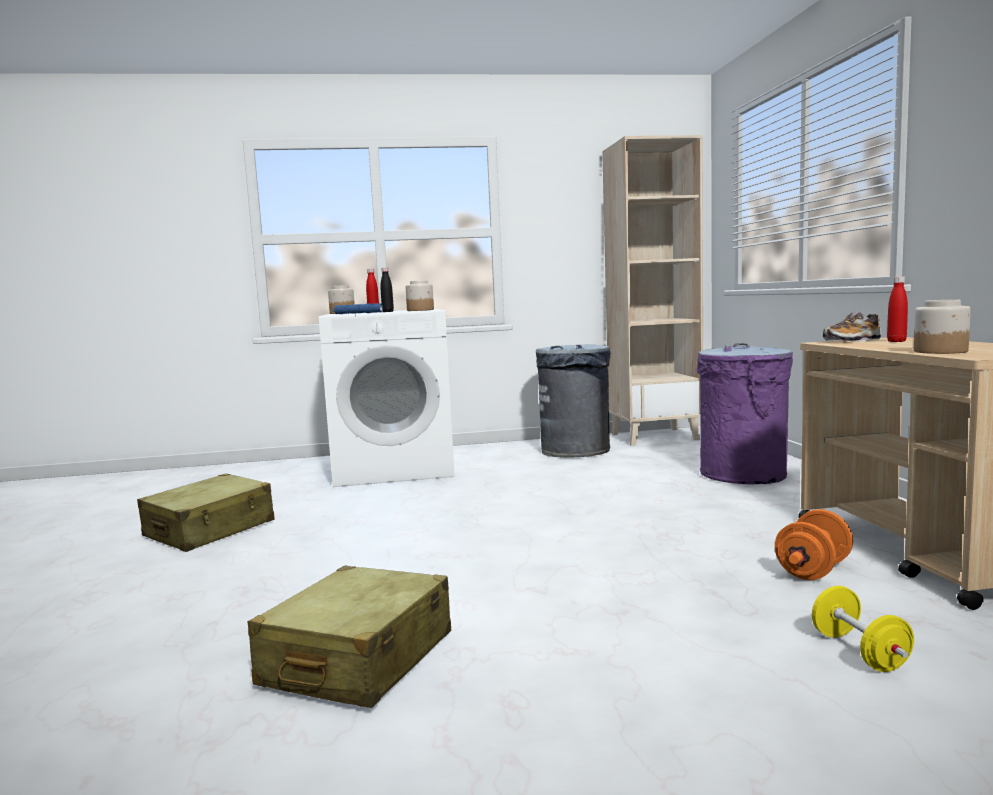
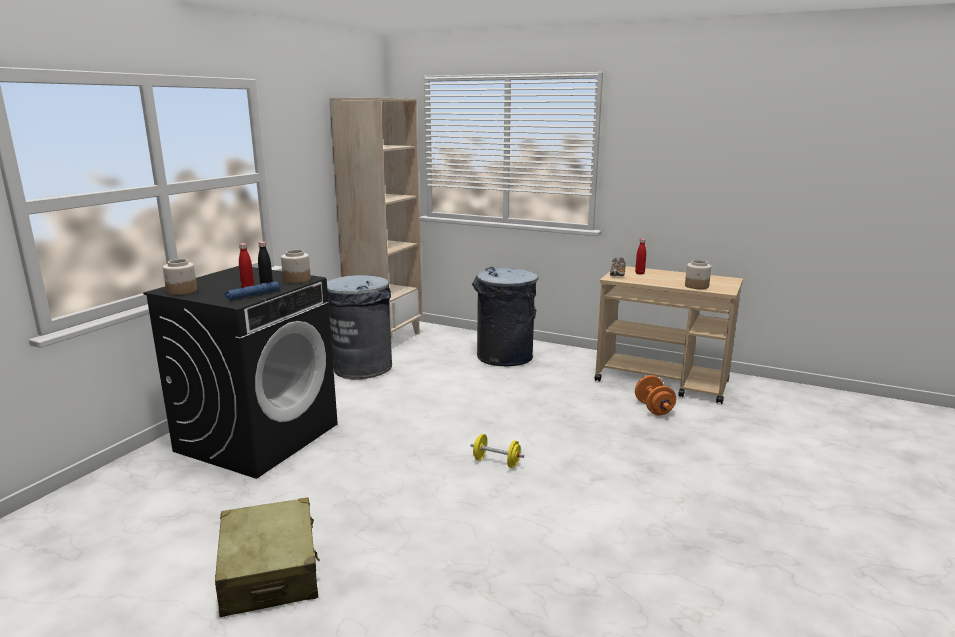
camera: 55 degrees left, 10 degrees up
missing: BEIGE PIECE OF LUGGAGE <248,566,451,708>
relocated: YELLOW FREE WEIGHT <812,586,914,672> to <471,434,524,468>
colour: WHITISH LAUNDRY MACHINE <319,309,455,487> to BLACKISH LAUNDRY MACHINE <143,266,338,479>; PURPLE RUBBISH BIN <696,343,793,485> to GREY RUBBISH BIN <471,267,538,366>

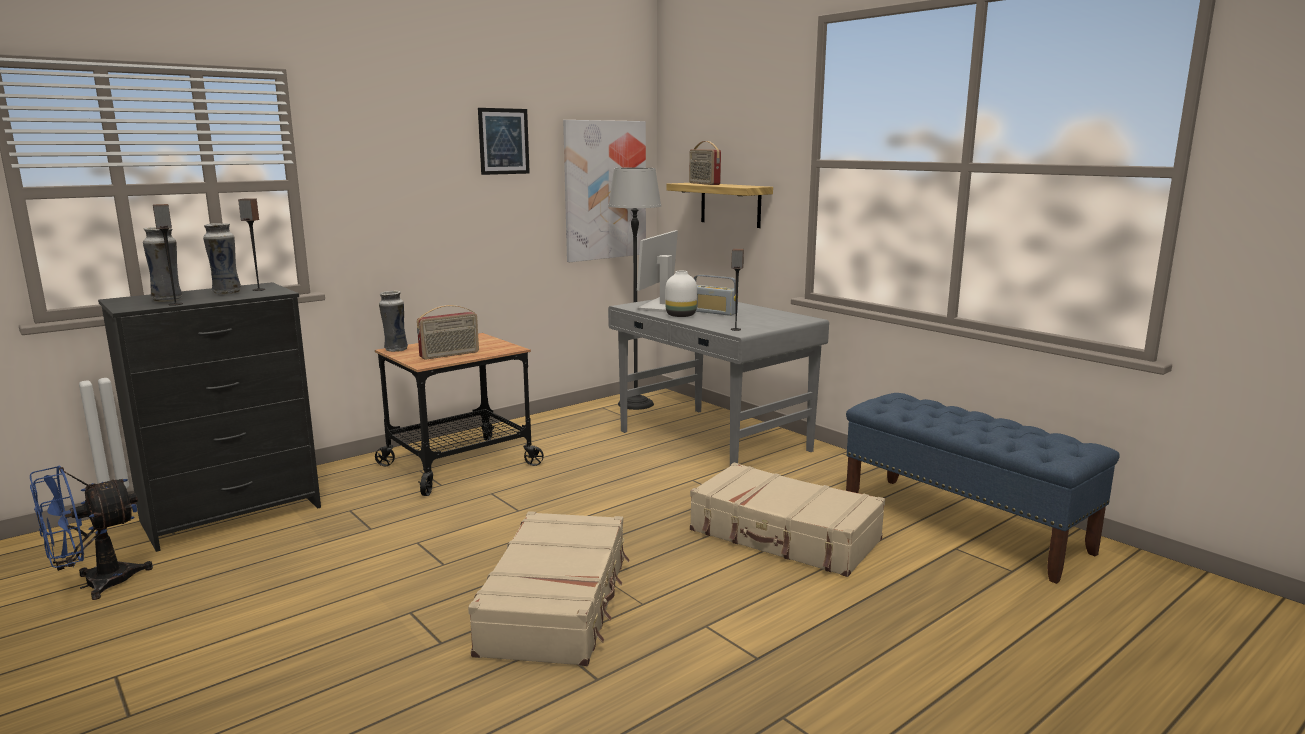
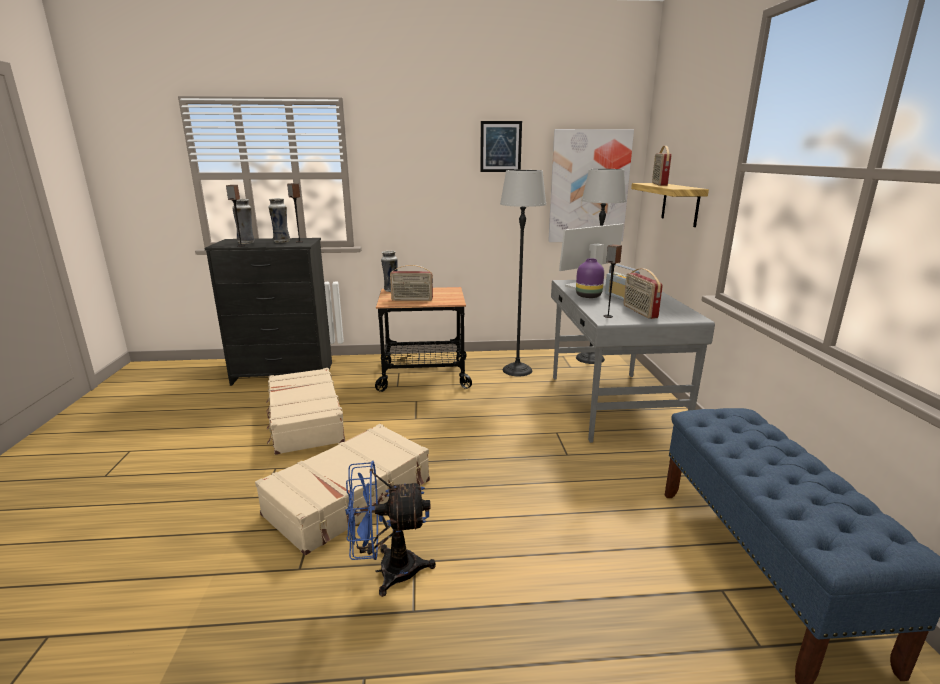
camera: 35 degrees right, 5 degrees up
appeared: FLOOR LAMP <500,170,546,376>; RADIO SET <623,268,663,319>
relocated: BEIGE PIECE OF LUGGAGE <690,462,885,577> to <266,368,345,455>; BLUE-COLOURED FAN <30,465,153,600> to <345,461,436,597>
colour: WHITISH FLOWER VASE <665,271,697,317> to PURPLE FLOWER VASE <576,258,604,298>

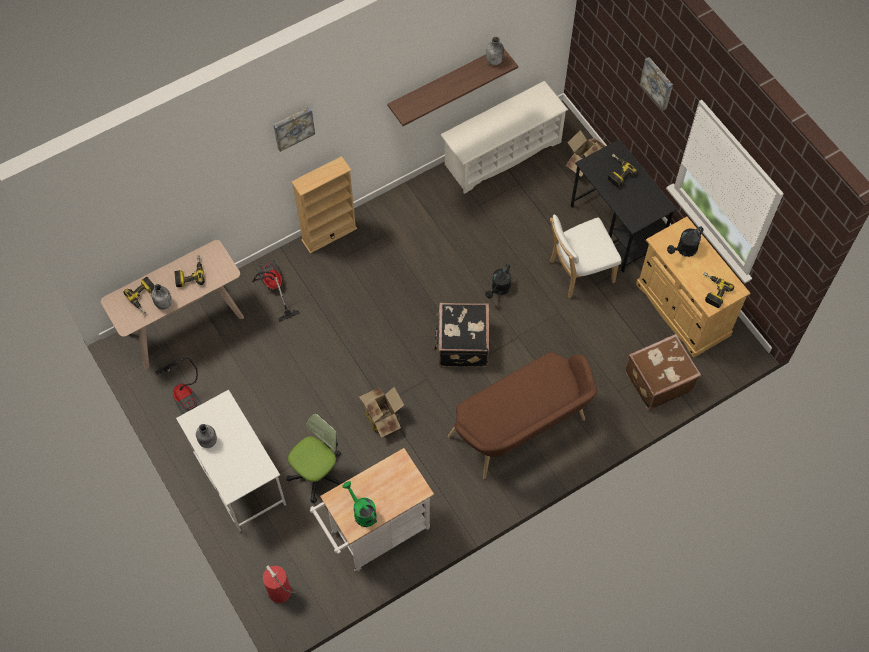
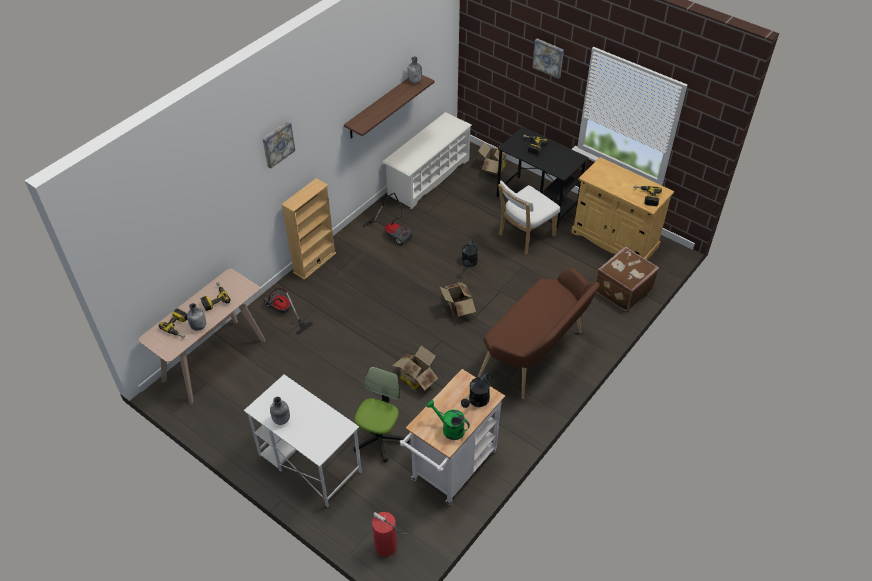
camera: 20 degrees left, 15 degrees down
relocated: BLACKISH WATERING CAN <667,226,704,257> to <461,373,490,408>; VACUUM <155,358,202,415> to <363,193,412,246>
exchanged: BLACKISH PIECE OF LUGGAGE <434,303,489,367> to PACKING BOX <440,282,476,317>

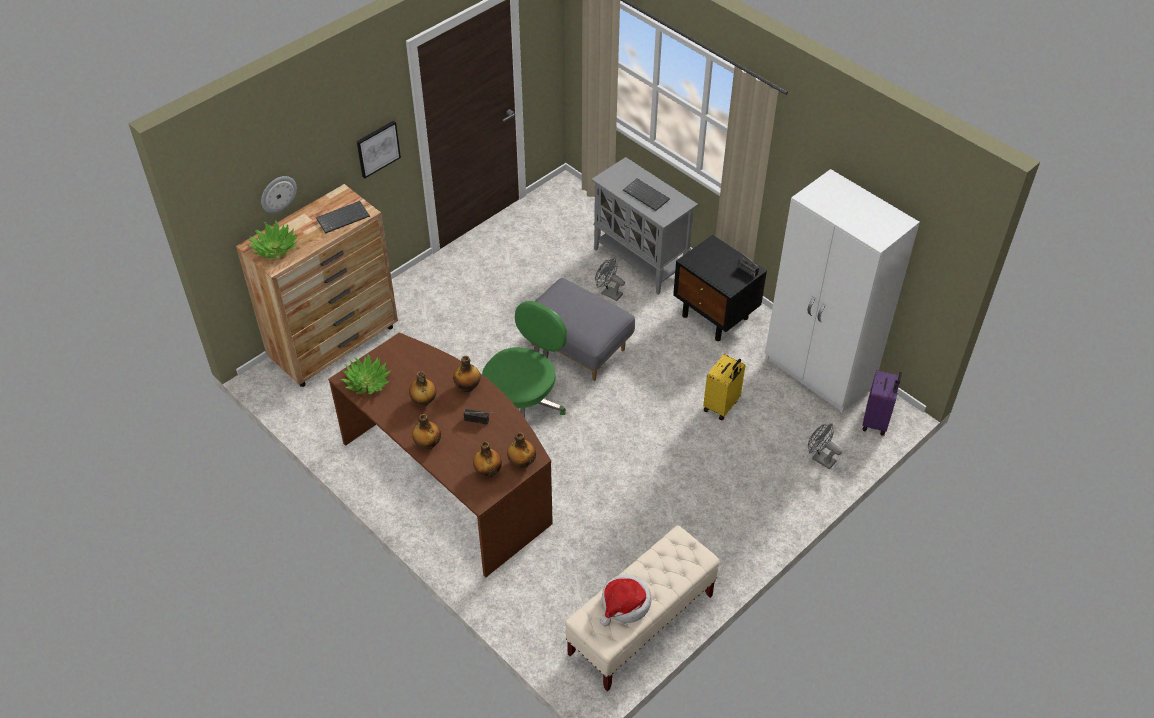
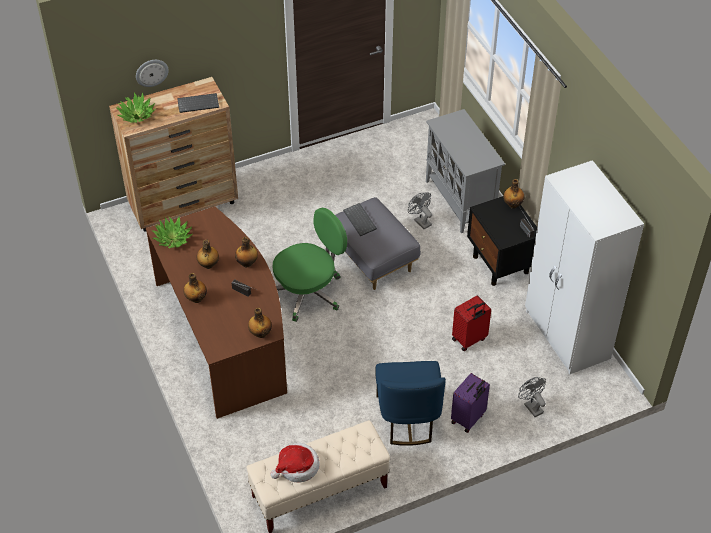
camera: 20 degrees right, 0 degrees up
missing: WALL PICTURE <356,121,401,178>
appeared: BLUE-COLOURED PLAIN CHAIR <375,361,446,446>
relocated: COMPUTER KEYBOARD <623,179,670,211> to <343,203,377,236>; PURPLE PIECE OF LUGGAGE <862,370,902,436> to <451,373,490,433>; DRINK BOTTLE <473,441,502,477> to <503,179,525,209>
colour: YELLOW PIECE OF LUGGAGE <703,354,745,420> to RED PIECE OF LUGGAGE <452,295,491,351>

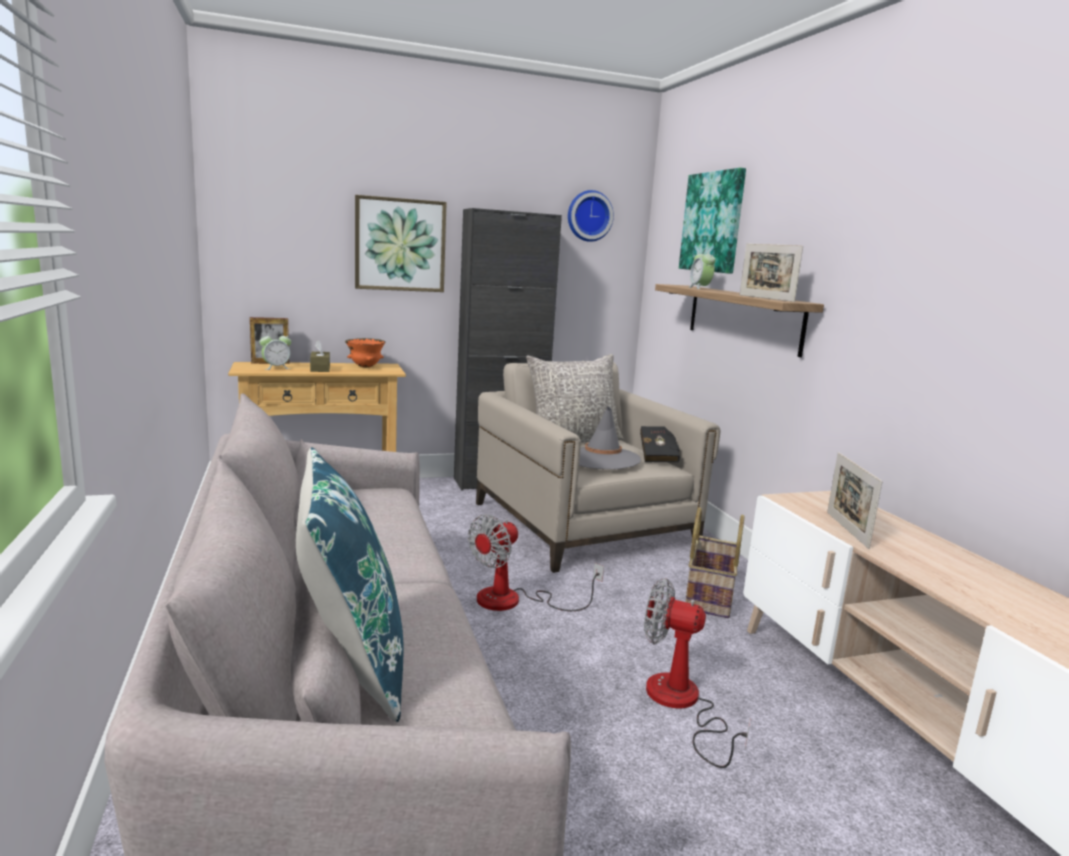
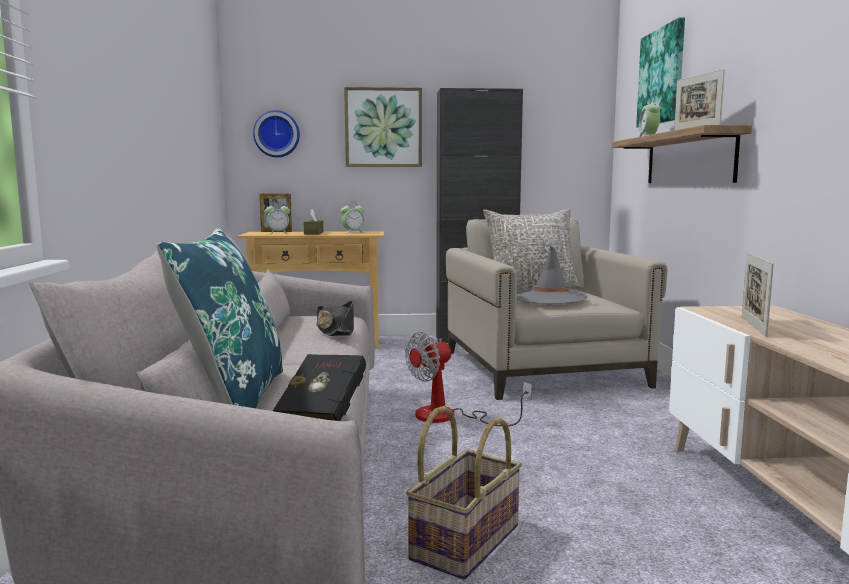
camera: 15 degrees right, 5 degrees down
missing: FAN <644,578,751,768>
appeared: BLACKISH WEARABLE HAT <316,300,354,336>
relocated: HANGING CLOCK <568,190,614,242> to <253,110,300,158>; BLACKISH BOUND BOOK <640,426,680,462> to <273,354,366,421>; HOUSEHOLD BASKET <686,507,745,618> to <406,406,522,580>
exchanged: ORANGEY SERVING BOWL <345,338,385,367> to TABLE CLOCK <341,204,365,233>

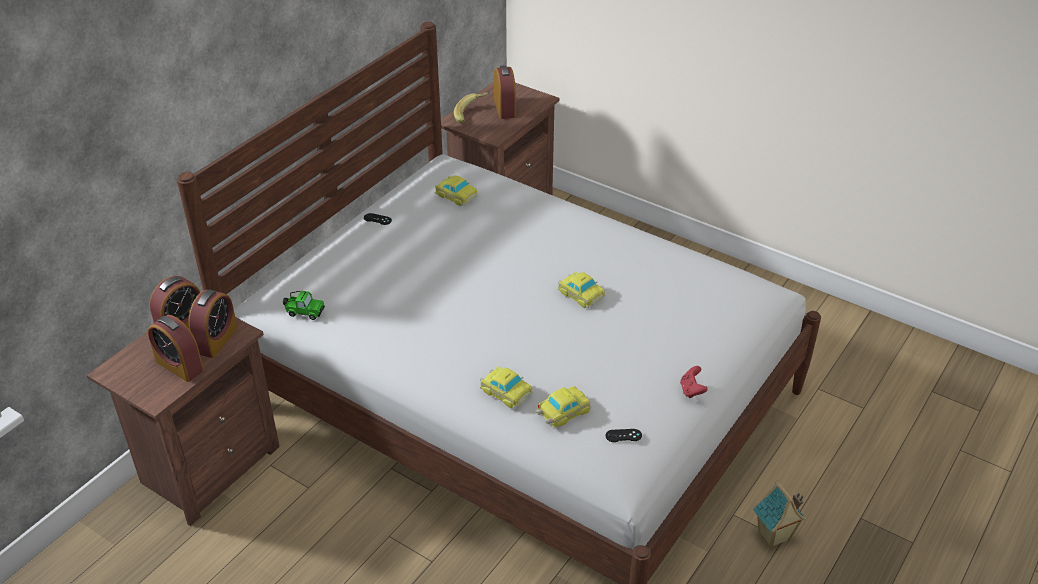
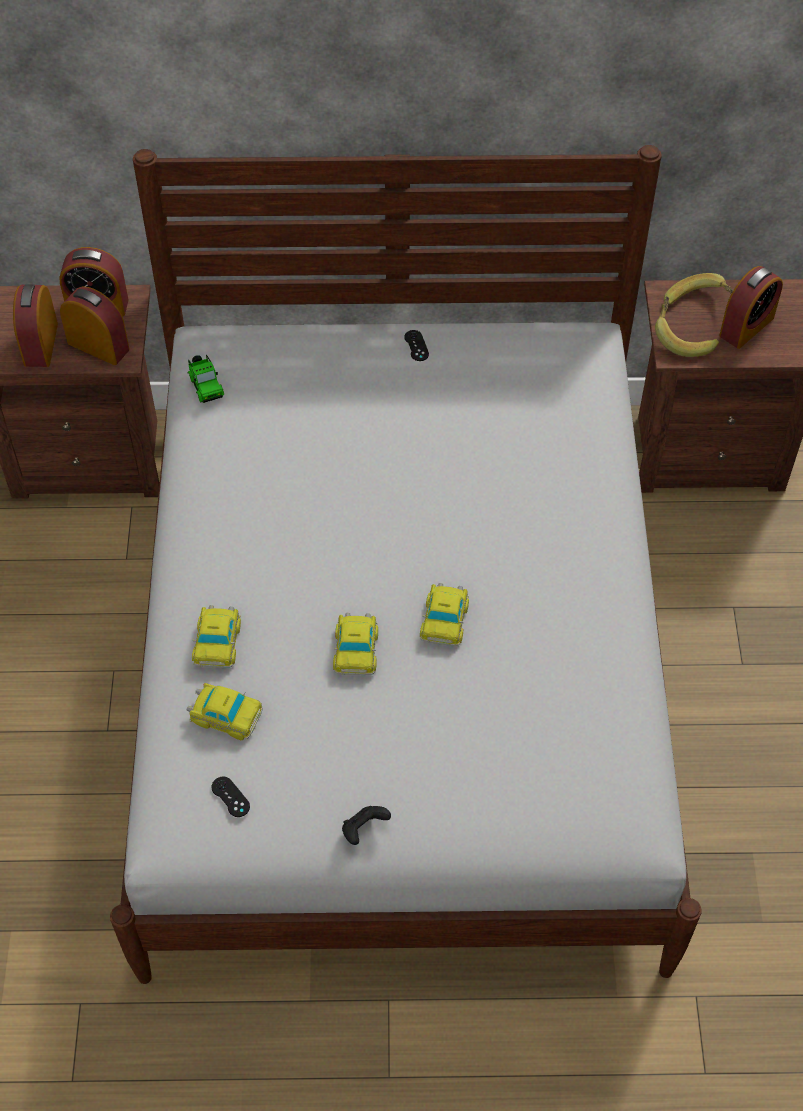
camera: 55 degrees right, 15 degrees up
missing: MODEL HOUSE <753,480,806,548>
appeared: WHOLE BANANA <655,296,719,357>
relocated: MODEL CAR <435,175,478,206> to <333,612,378,676>
colour: RED GAMEPAD <680,366,708,398> to BLACKISH GAMEPAD <342,806,391,845>
spun: TABLE CLOCK <189,289,238,358> = <60,287,130,365> 135 degrees counterclockwise

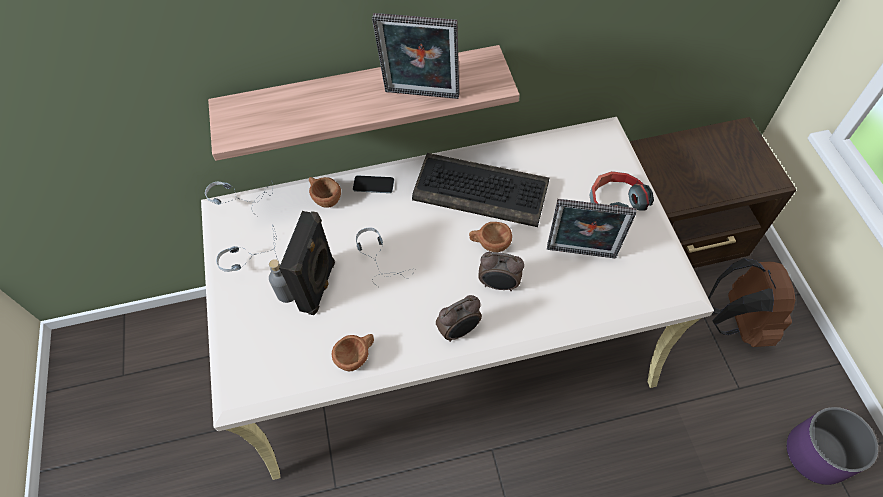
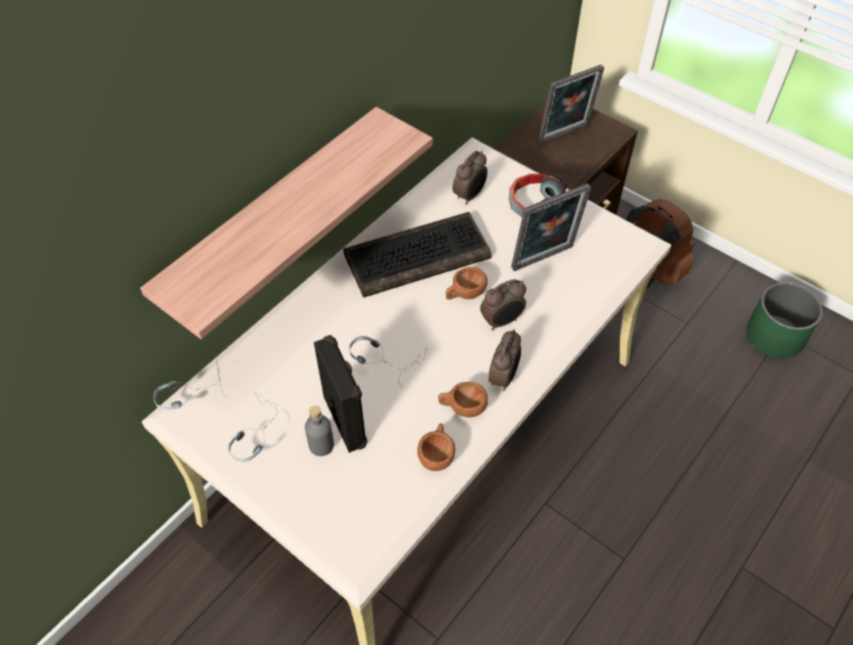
camera: 40 degrees left, 5 degrees down
missing: PHONE <353,176,394,193>
appeared: TABLE CLOCK <452,151,488,205>
relocated: PHOTO FRAME <372,13,459,99> to <539,64,604,143>; BROWNISH DRINKING CUP <309,177,341,208> to <438,382,488,417>
colour: PURPLE FLOWER POT <787,407,878,485> to GREEN-COLOURED FLOWER POT <746,283,822,359>

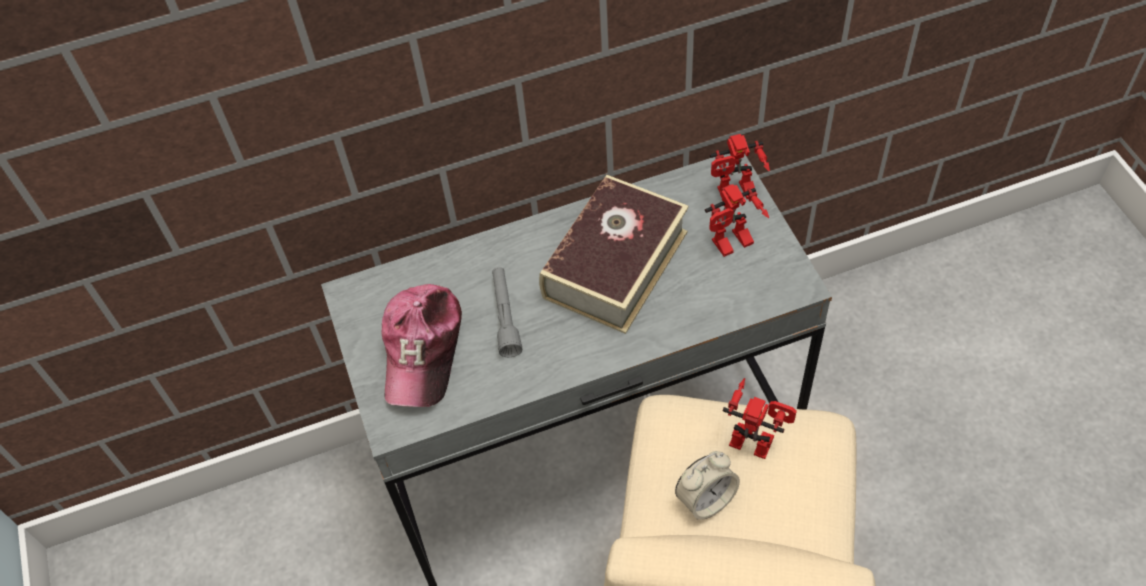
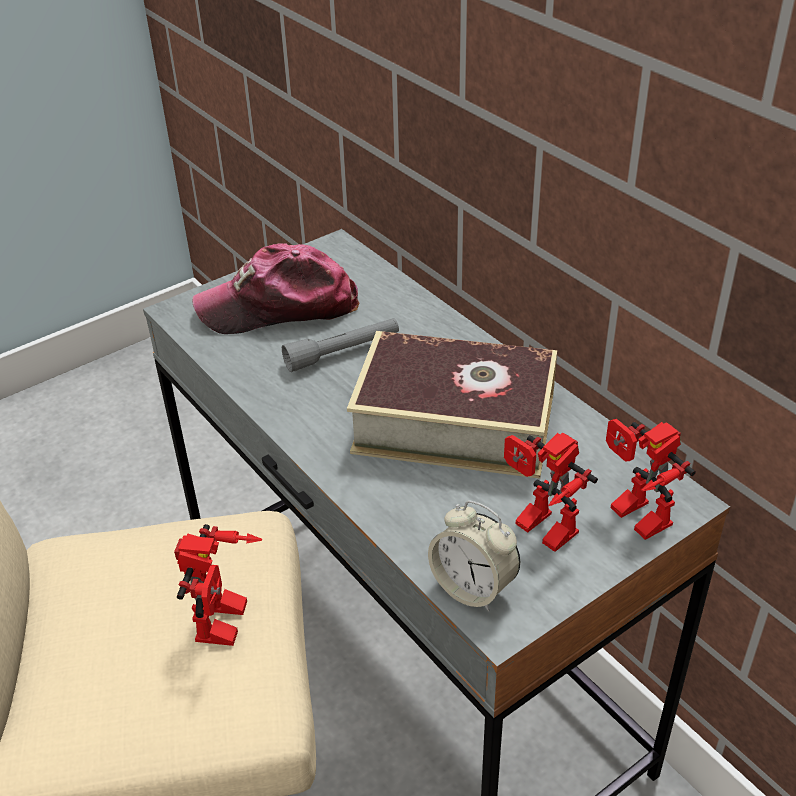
camera: 70 degrees right, 15 degrees down
relocated: TABLE CLOCK <675,451,740,520> to <428,500,520,611>

